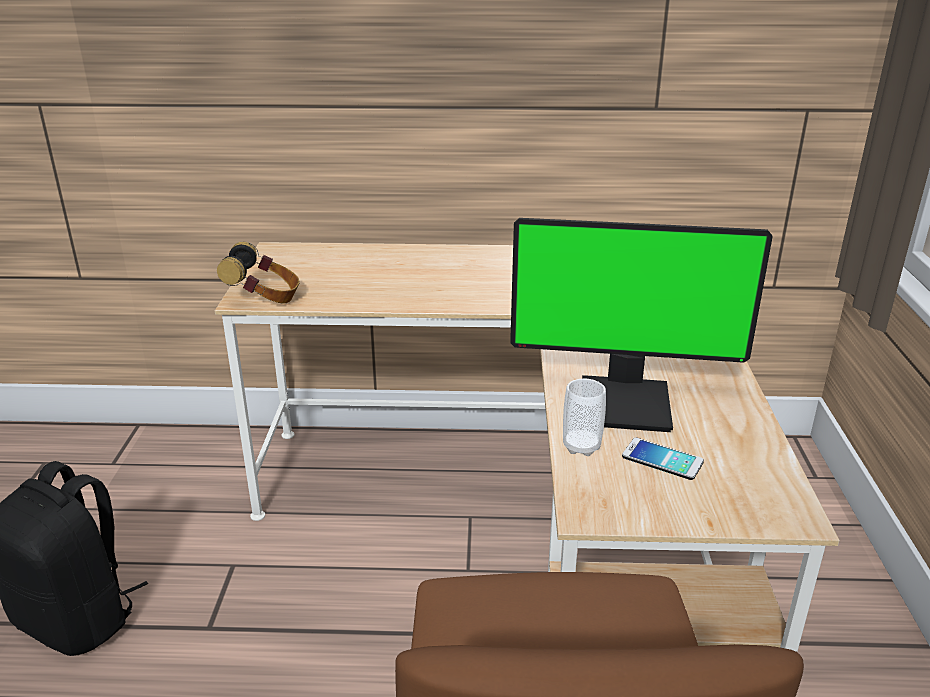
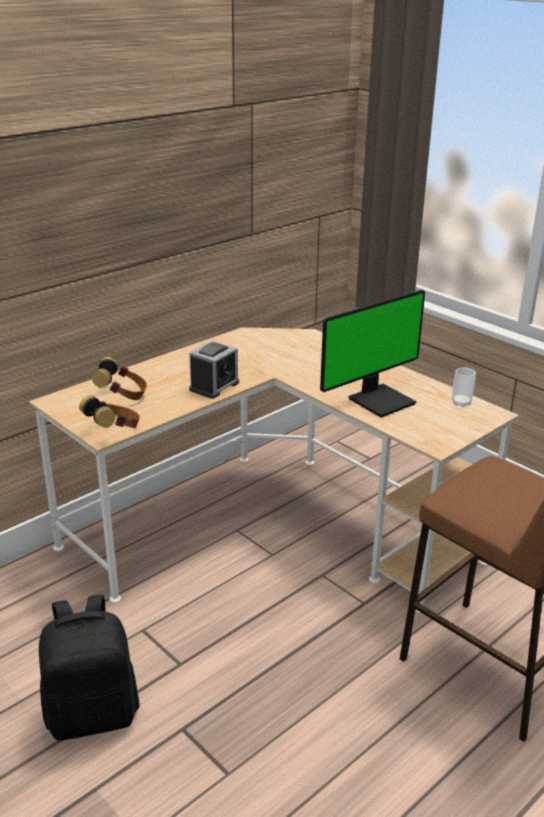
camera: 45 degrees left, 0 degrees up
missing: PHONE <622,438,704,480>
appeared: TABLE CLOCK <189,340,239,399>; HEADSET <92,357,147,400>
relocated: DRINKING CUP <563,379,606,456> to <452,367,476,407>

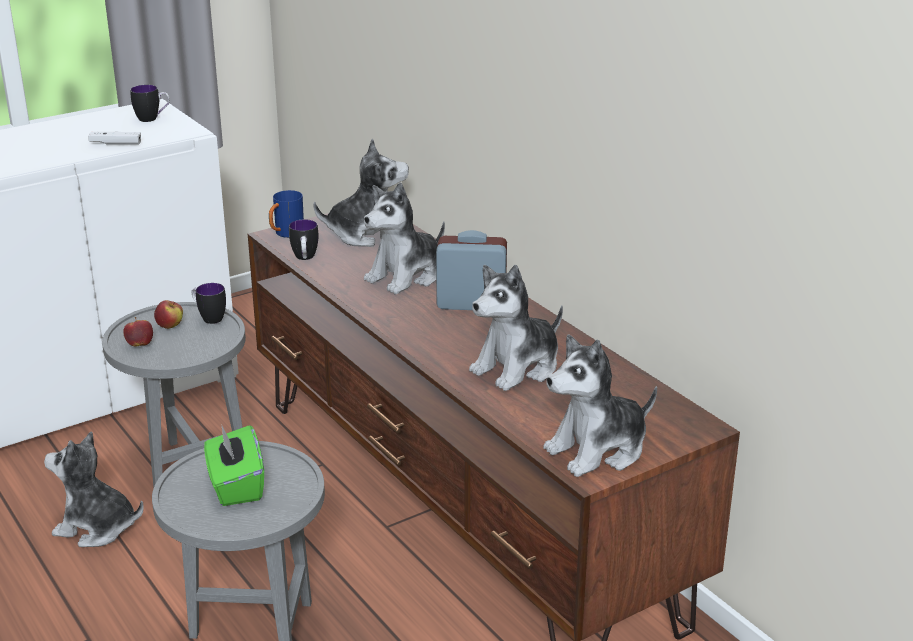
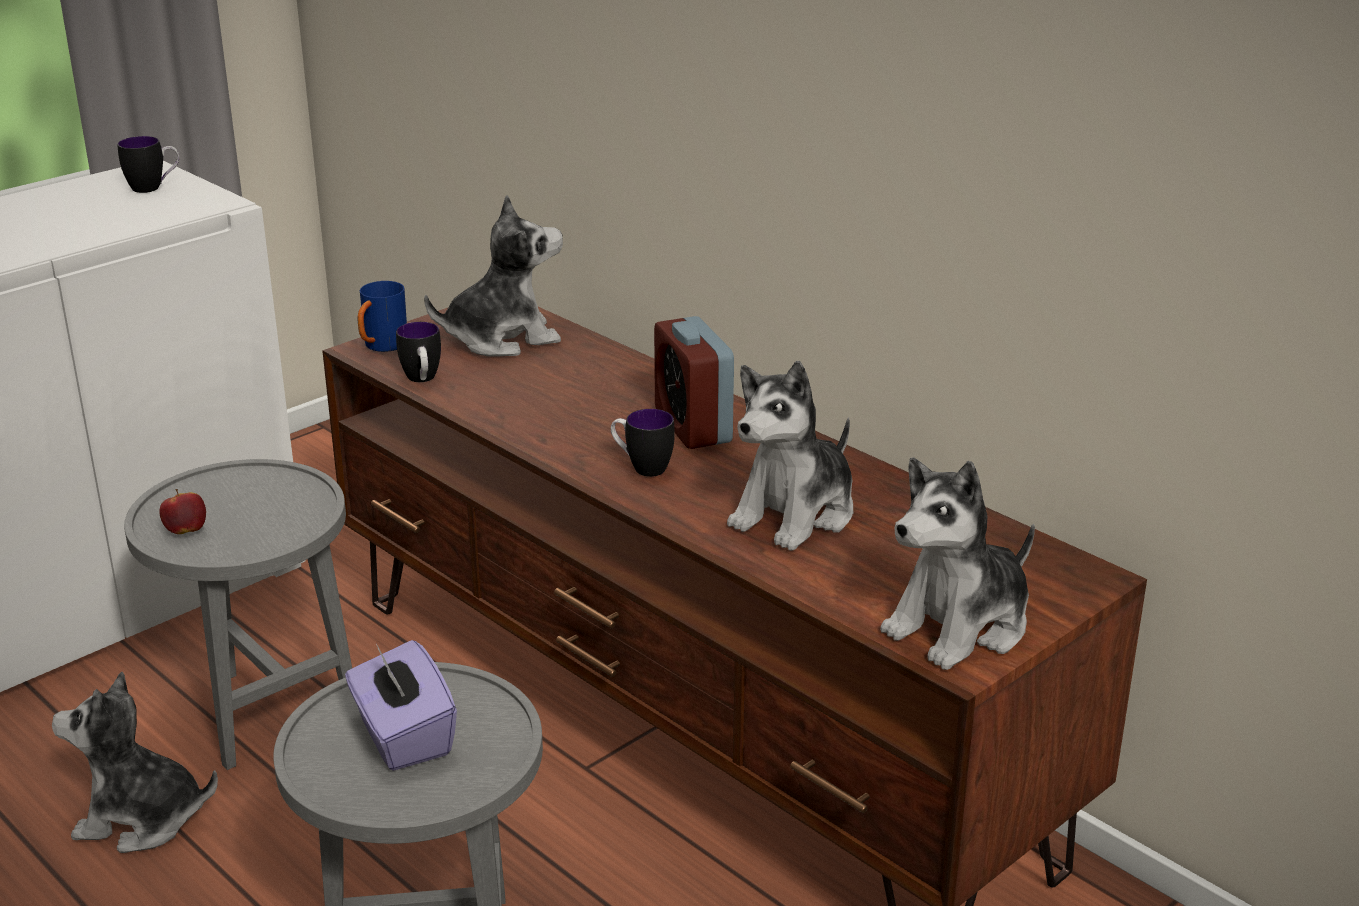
camera: 10 degrees left, 0 degrees up
missing: WHITISH GAMEPAD <88,132,141,144>; CUDDLY TOY <364,182,445,294>; APPLE FRUIT <154,300,183,329>
relocated: MUG <192,283,226,324> to <611,409,675,477>
colour: GREEN-COLOURED TISSUE HOLDER <204,425,264,506> to PURPLE TISSUE HOLDER <345,640,457,771>
spun: TABLE CLOCK <436,230,507,310> = <654,316,734,449> 105 degrees counterclockwise

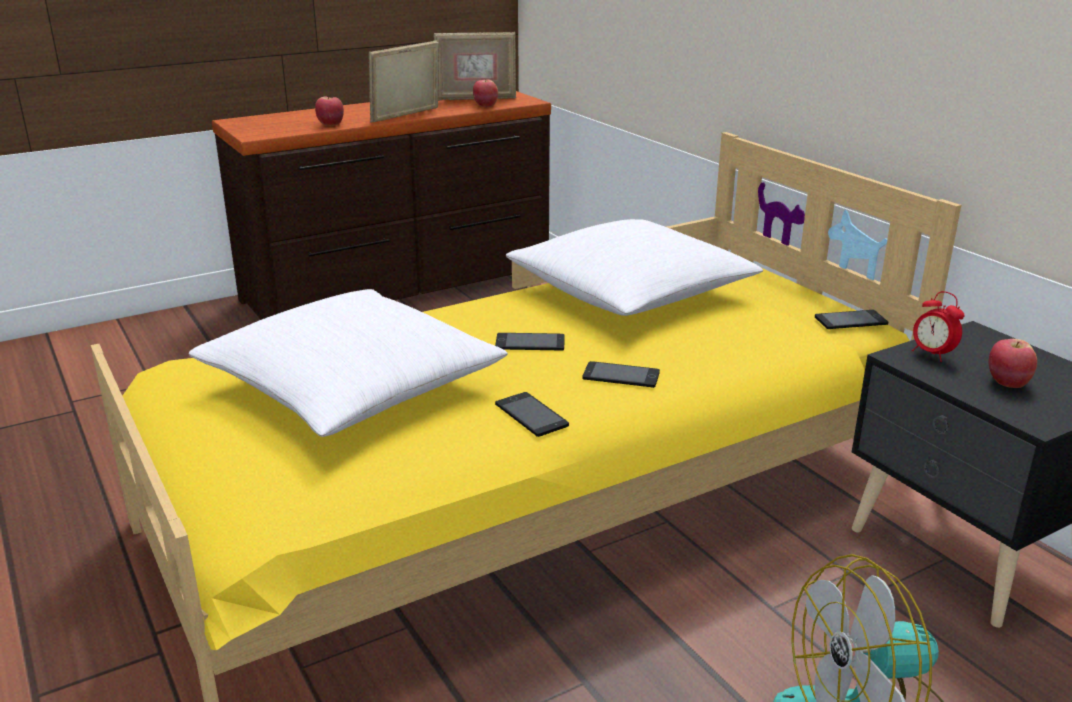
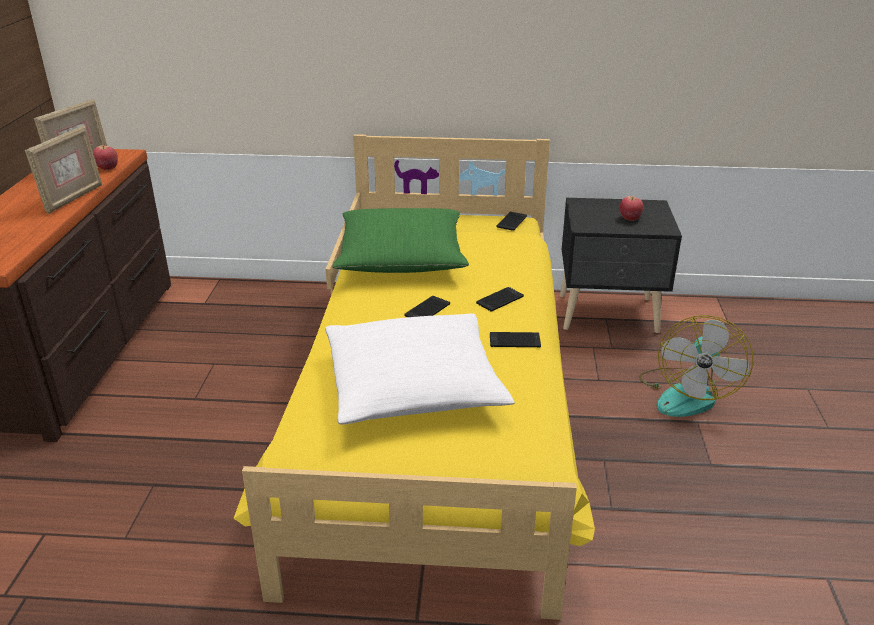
camera: 55 degrees left, 5 degrees up
missing: APPLE FRUIT <315,96,344,126>; TABLE CLOCK <912,291,964,362>
colour: WHITISH CUSHION <506,219,763,316> to GREEN-COLOURED CUSHION <332,208,469,273>
spun: PHOTO FRAME <369,40,439,122> = <25,125,102,214> 150 degrees counterclockwise

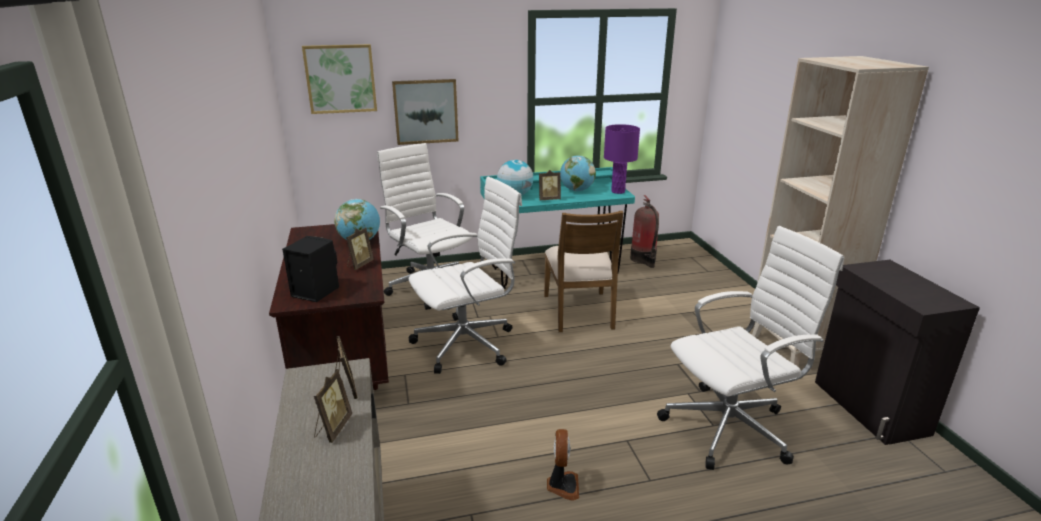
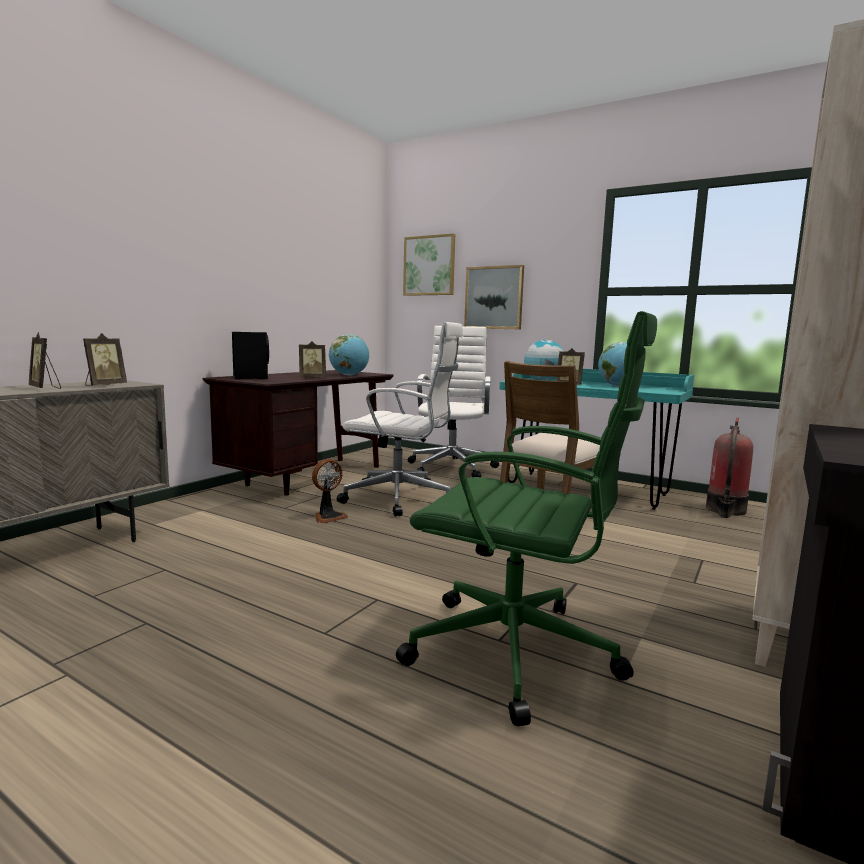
camera: 45 degrees right, 15 degrees down
missing: PURPLE LAMP FOR A TABLE <604,124,640,194>
relocated: FAN <547,429,579,501> to <312,459,348,524>
colour: WHITISH COMPUTER CHAIR <657,226,844,470> to GREEN-COLOURED COMPUTER CHAIR <396,311,657,726>
spun: PHOTO FRAME <314,369,352,443> = <28,332,61,389> 75 degrees clockwise

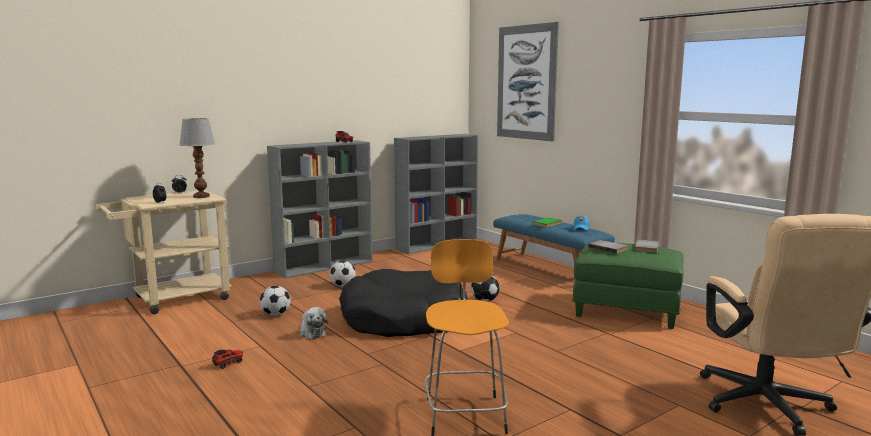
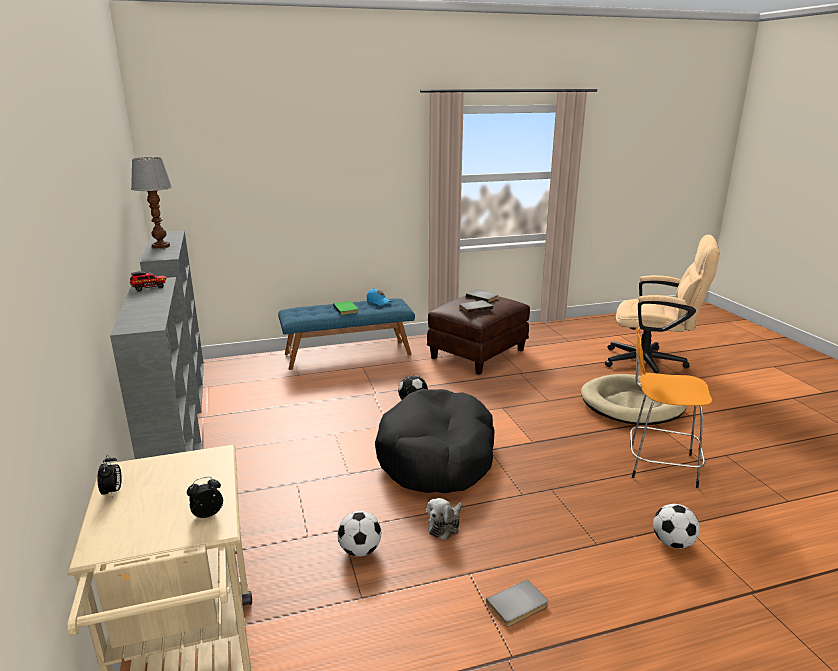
camera: 70 degrees left, 10 degrees up
missing: WALL PICTURE <497,22,559,141>
appeared: BEIGE PET BED <581,374,687,425>
relocated: LAMP FOR A TABLE <179,118,215,198> to <131,157,172,249>; FOOTBALL BALL <329,261,356,287> to <653,504,700,549>
exchanged: TOY LORRY <212,349,243,369> to GREY BOUND BOOK <486,579,549,627>
colour: GREEN-COLOURED FOOTREST <572,243,684,329> to BROWNISH FOOTREST <427,296,530,375>
spun: CUDDLY TOY <300,307,328,339> = <427,498,462,540> 135 degrees clockwise

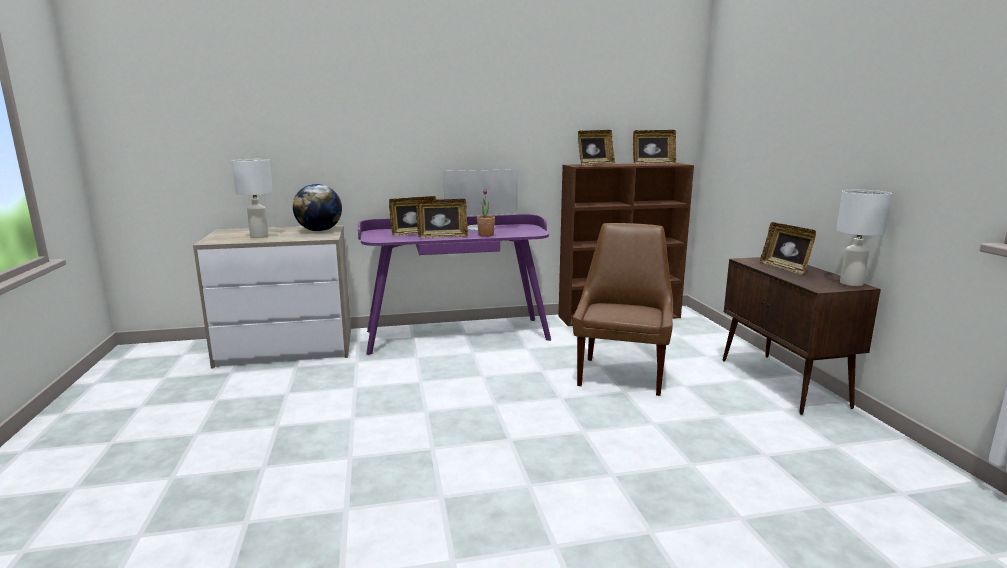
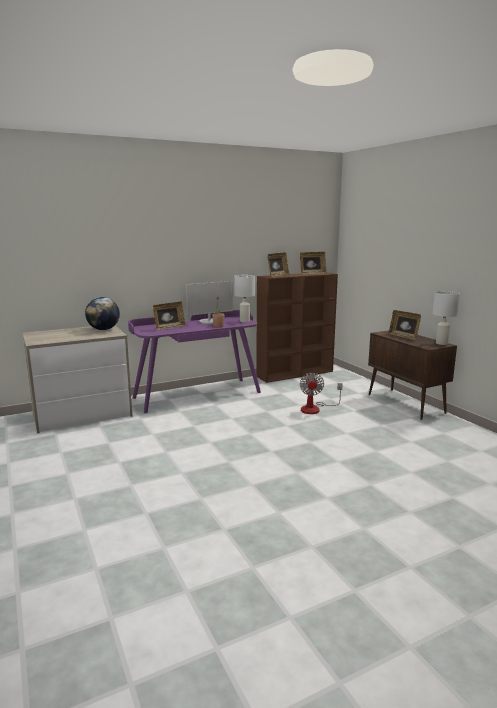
camera: 15 degrees left, 0 degrees up
missing: PHOTO FRAME <416,199,468,238>
relocated: WHITISH LAMP FOR A TABLE <232,159,273,238> to <234,275,255,322>
exchanged: BROWNISH PLAIN CHAIR <573,223,673,396> to FAN <300,372,343,414>

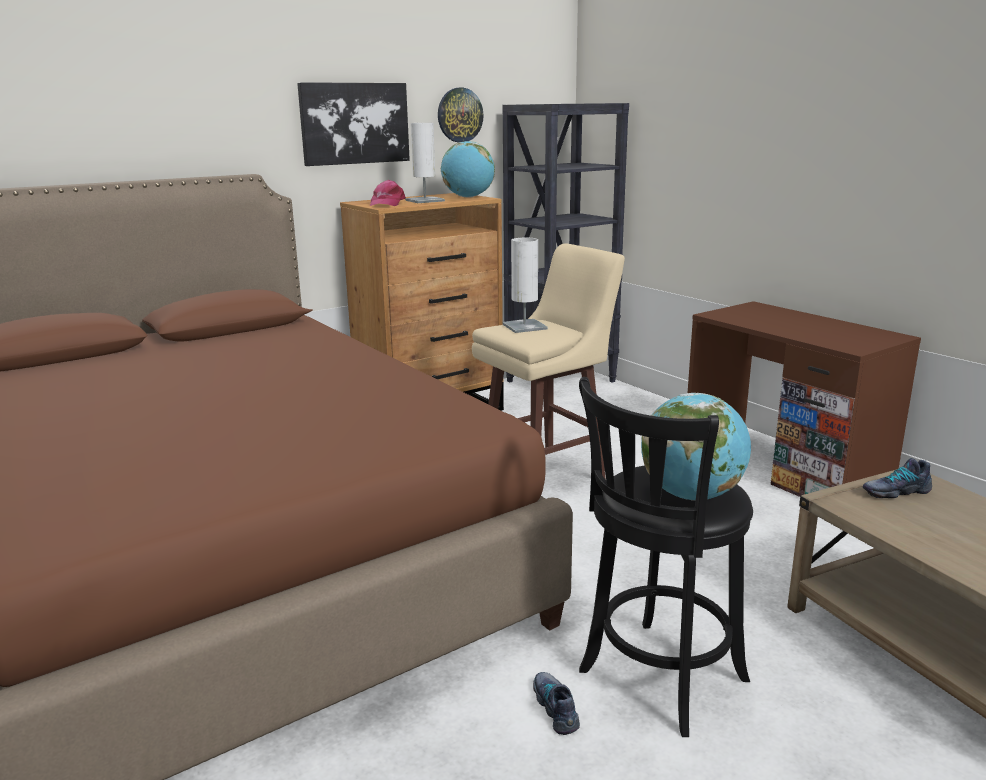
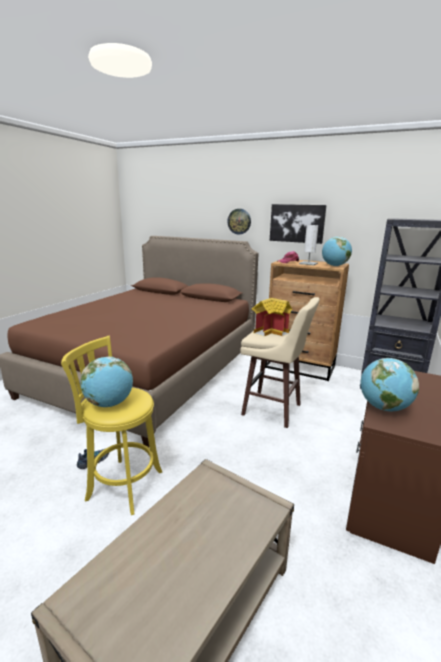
camera: 60 degrees right, 0 degrees up
missing: ITEM OF FOOTWEAR <863,458,932,498>
appeared: GLOBE <360,358,419,411>
relocated: HANGING CLOCK <438,88,483,142> to <227,209,251,234>
exchanged: WHITISH LAMP FOR A TABLE <502,238,548,333> to MODEL HOUSE <252,298,292,336>
colour: BLACKISH STOOL SEAT <579,377,753,737> to YELLOW STOOL SEAT <61,336,162,515>

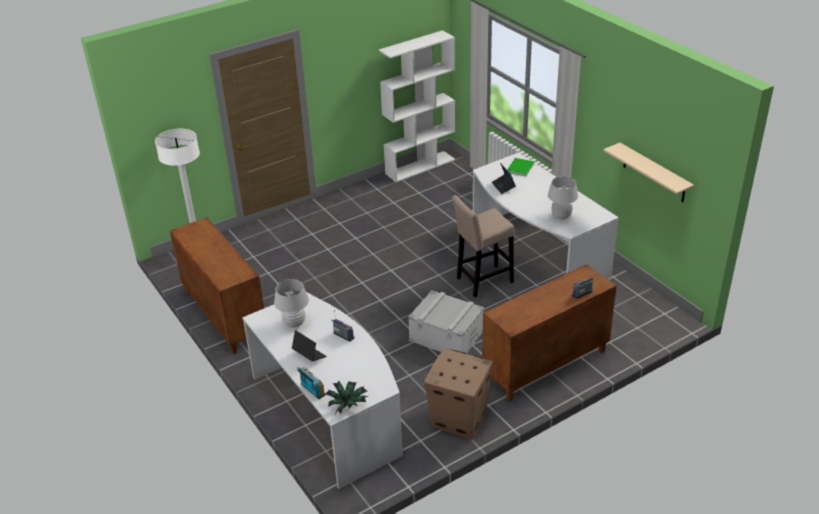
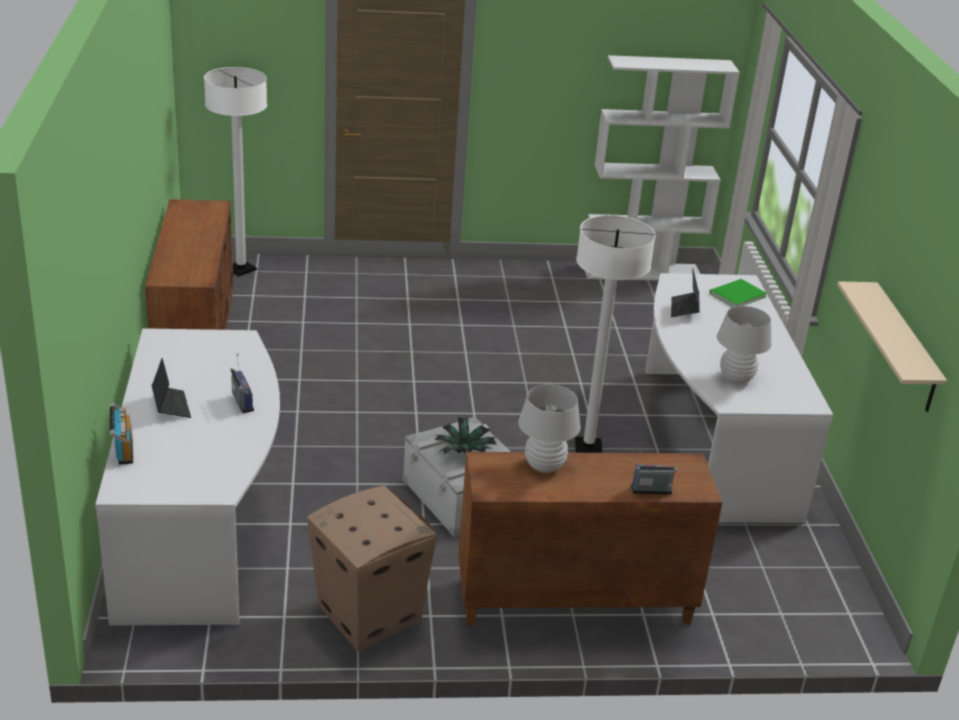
camera: 25 degrees right, 5 degrees down
relocated: WHITISH LAMP FOR A TABLE <274,279,309,327> to <518,384,581,473>; PLANT IN A POT <325,381,368,414> to <435,417,496,454>
exchanged: BEIGE STOOL SEAT <452,195,514,298> to WHITISH FLOOR LAMP <575,215,656,453>

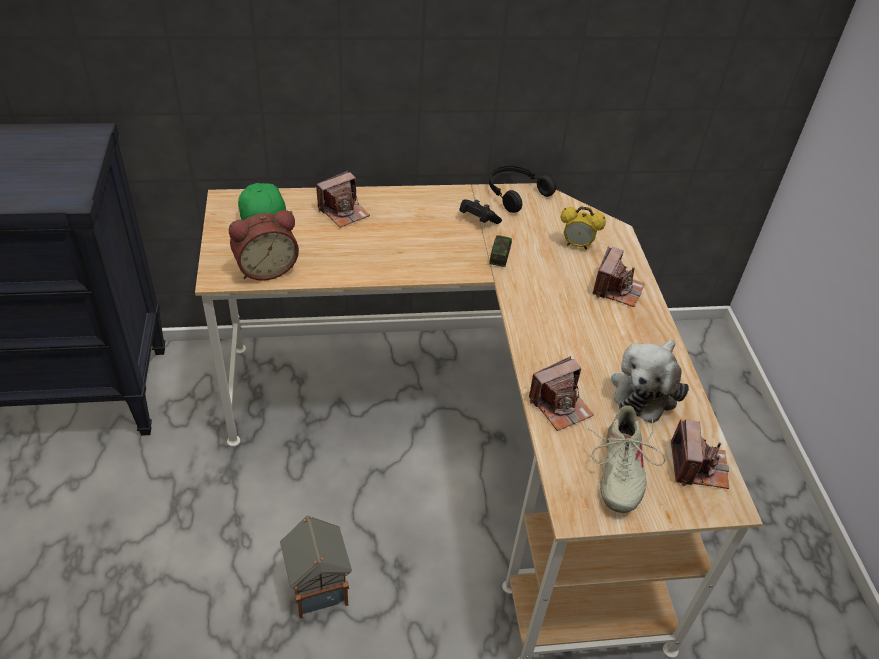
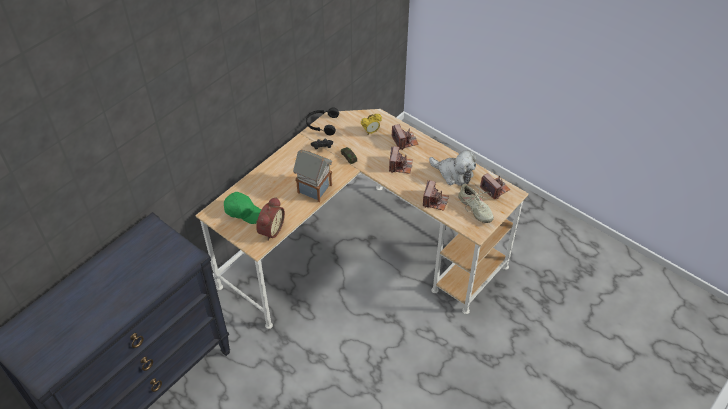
camera: 40 degrees left, 5 degrees up
relocated: PHOTO CAMERA <316,171,370,228> to <389,146,413,174>; MODEL HOUSE <280,515,352,619> to <293,149,332,202>
spun: CUDDLY TOY <611,340,689,423> = <429,150,476,186> 45 degrees counterclockwise

